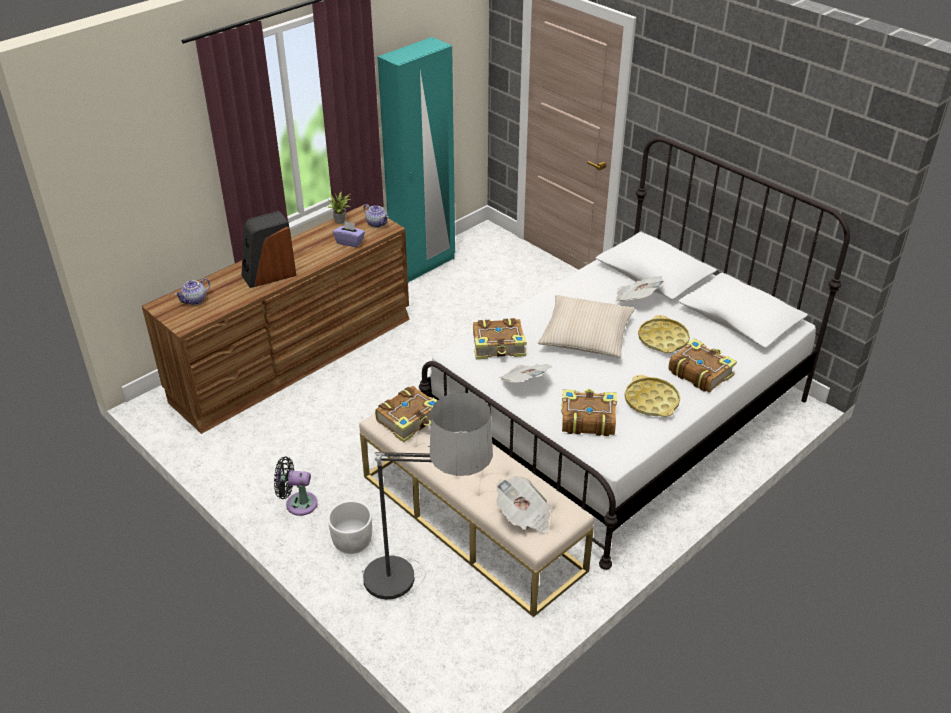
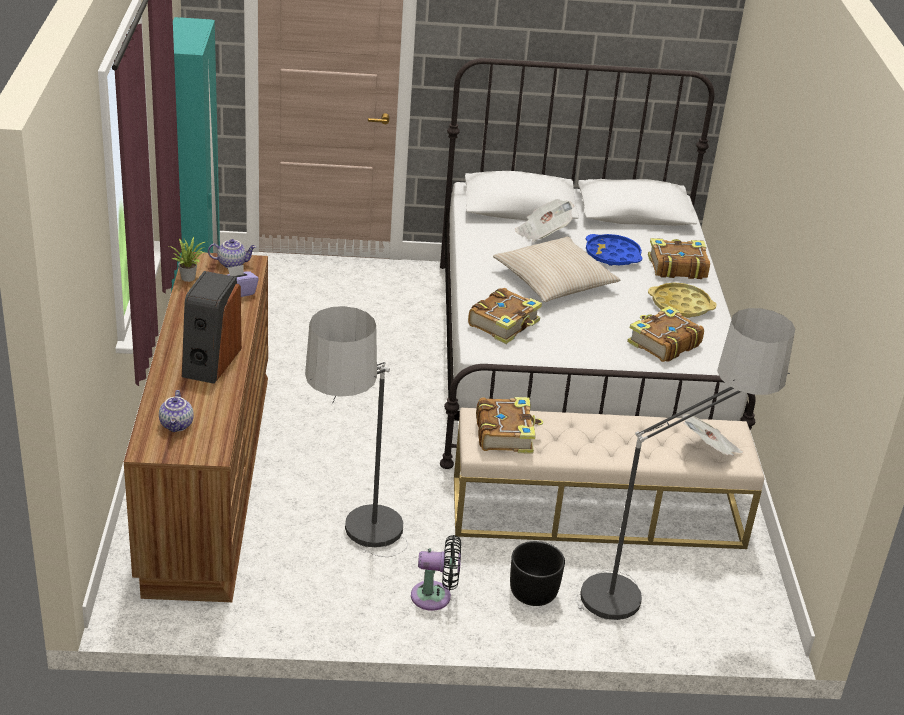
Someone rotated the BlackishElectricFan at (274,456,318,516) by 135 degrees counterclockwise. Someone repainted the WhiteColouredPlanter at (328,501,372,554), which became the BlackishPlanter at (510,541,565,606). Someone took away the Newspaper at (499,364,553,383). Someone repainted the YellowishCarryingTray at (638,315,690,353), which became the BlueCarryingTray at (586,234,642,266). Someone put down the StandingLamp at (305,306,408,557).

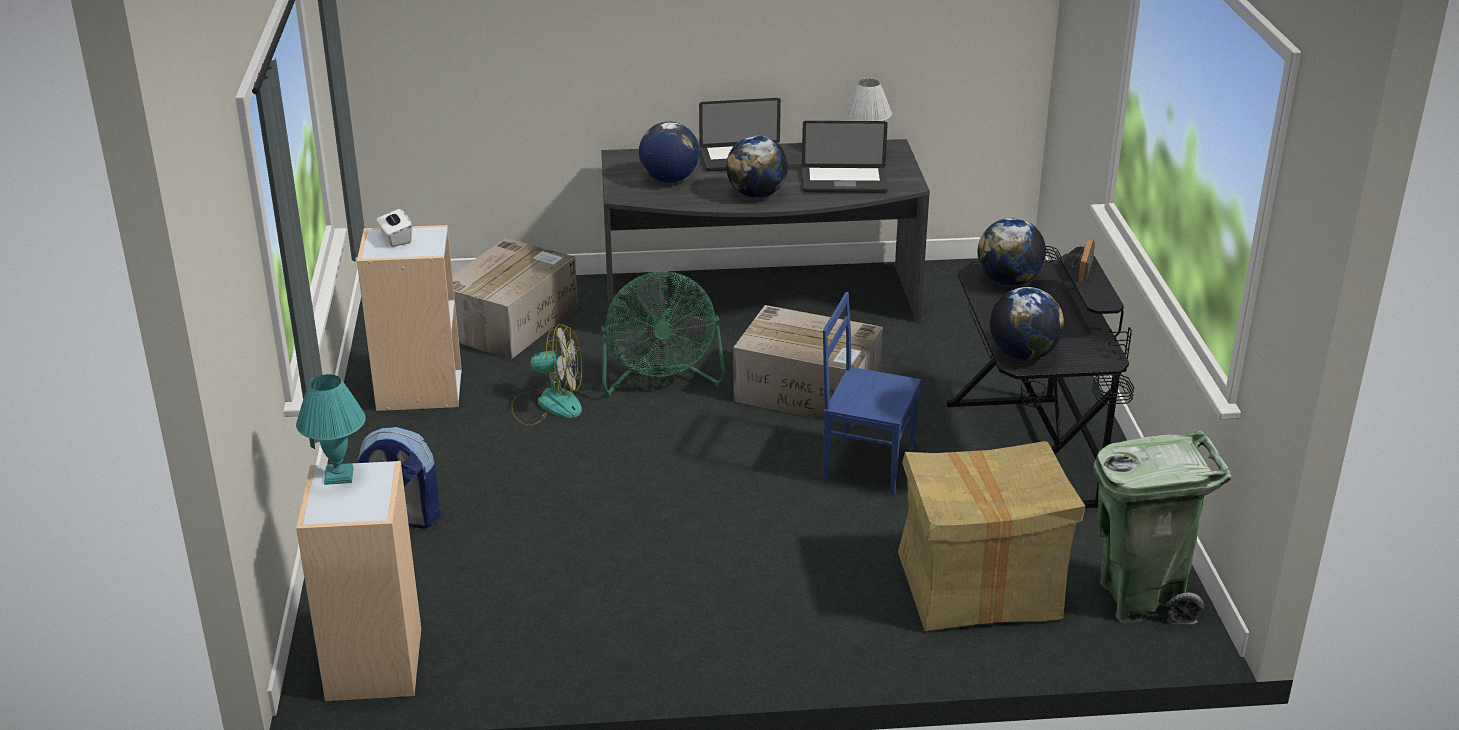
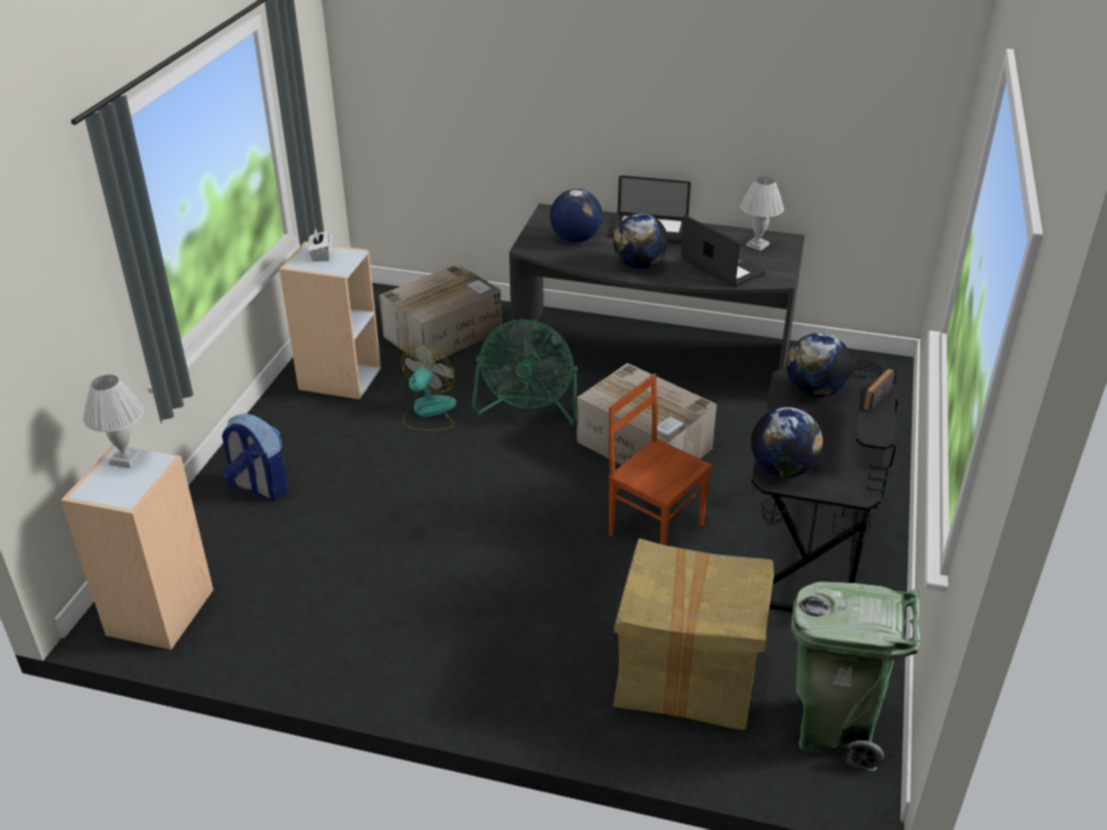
Someone repainted the TurquoiseLampForATable at (296,374,366,485), which became the WhiteColouredLampForATable at (83,375,144,468). Someone rotated the ElectricFan at (511,324,582,426) by 90 degrees counterclockwise. Someone rotated the NotebookComputer at (802,121,888,193) by 150 degrees counterclockwise. Someone repainted the BlueUprightChair at (823,292,921,496), which became the BrownishUprightChair at (609,373,712,545).

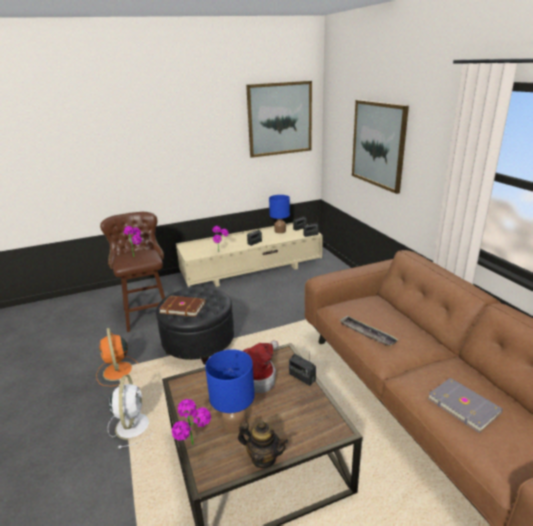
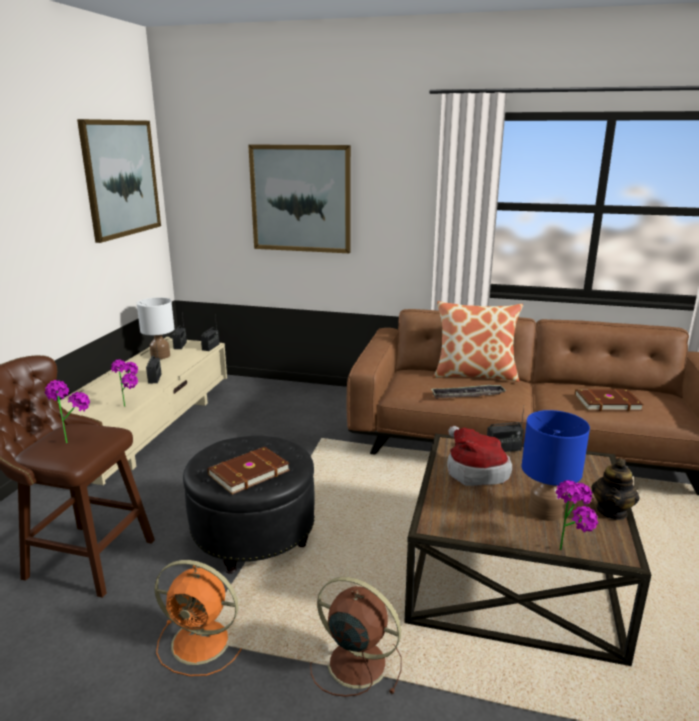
Someone repainted the WhiteColouredElectricFan at (108,375,153,448), which became the BrownishElectricFan at (310,577,402,697). Someone rotated the PotForTea at (238,421,288,468) by 150 degrees clockwise. Someone repainted the BlueLampForATable at (269,195,290,233), which became the WhiteColouredLampForATable at (137,297,174,359). Someone repainted the GreyishVolume at (428,378,503,433), which became the BrownishVolume at (575,389,644,411). Someone put down the ThrowPillow at (433,301,523,382).

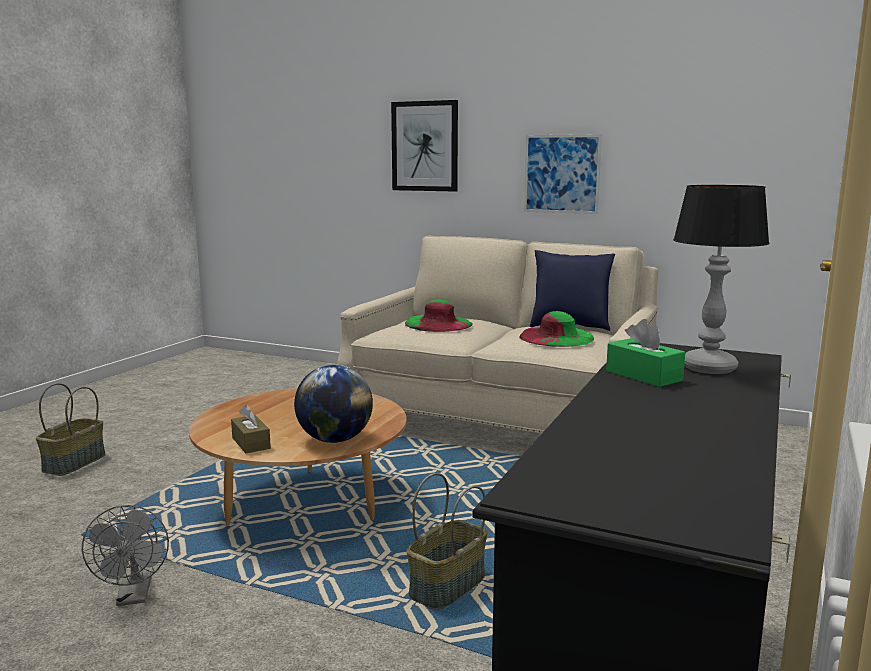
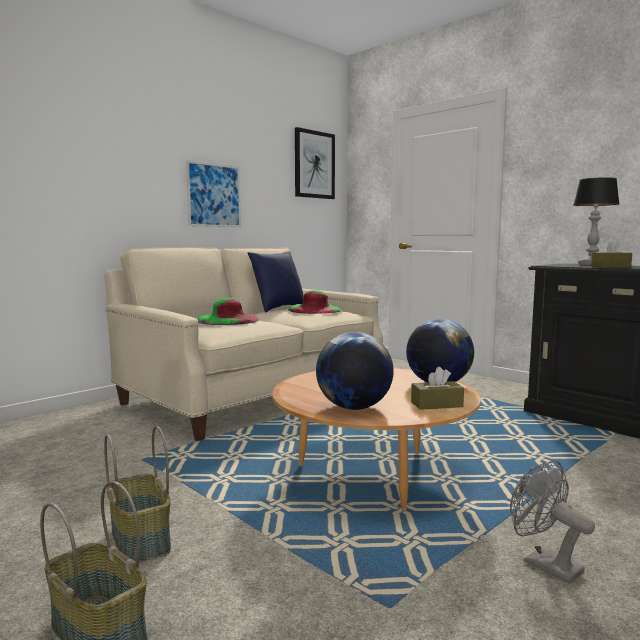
Someone rotated the GreyishElectricFan at (82,505,169,606) by 135 degrees counterclockwise. Someone carried the WallArt from (391,100,458,192) to (295,127,335,199). Someone carried the HouseholdBasket from (407,473,487,610) to (104,426,171,563). Someone repainted the GreenColouredTissueBox at (606,319,685,387), which became the BrownishTissueBox at (591,239,632,268). Someone put down the DeskGlobe at (316,332,394,410).

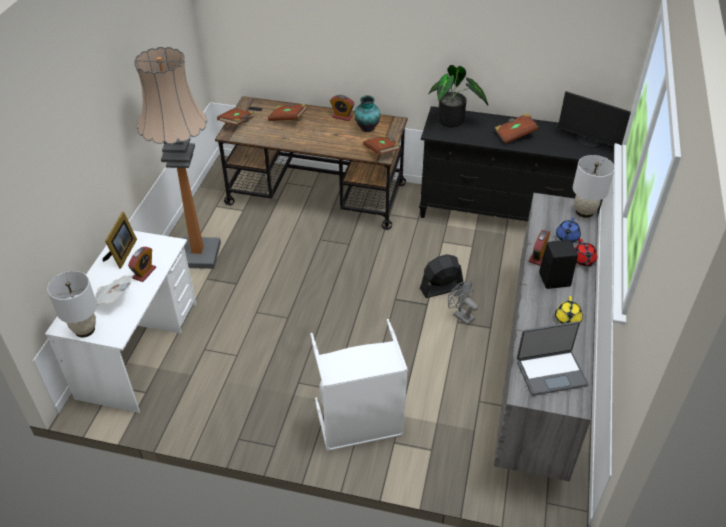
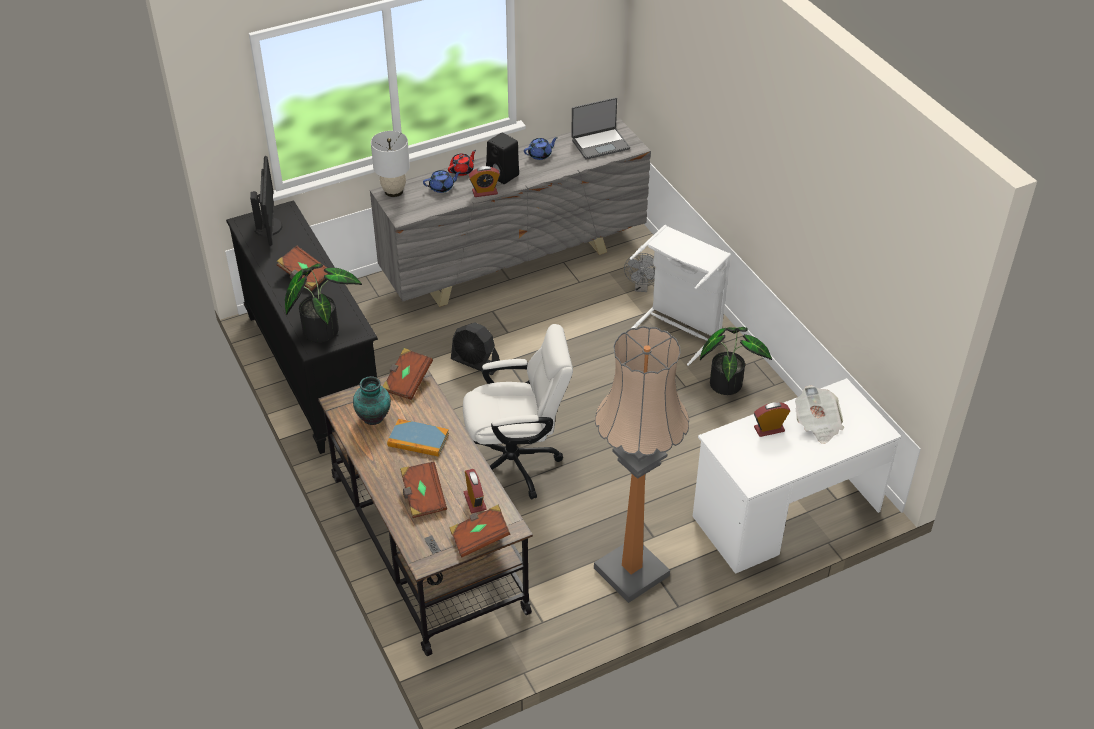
Someone took away the WhiteColouredLampForATable at (47,271,97,337). Someone took away the PictureFrame at (103,212,137,269). Someone carried the TableClock from (330,95,354,121) to (464,469,487,513). Someone carried the GreyishElectricFan from (448,281,478,325) to (624,253,655,292). Someone rotated the NotebookComputer at (517,321,589,396) by 120 degrees clockwise. Someone repainted the YellowishPotForTea at (555,296,583,324), which became the BluePotForTea at (524,137,558,160). Someone put down the Volume at (387,419,449,457). Someone put down the WhiteColouredComputerChair at (463,324,573,500). Someone put down the PottedPlant at (700,327,772,395).

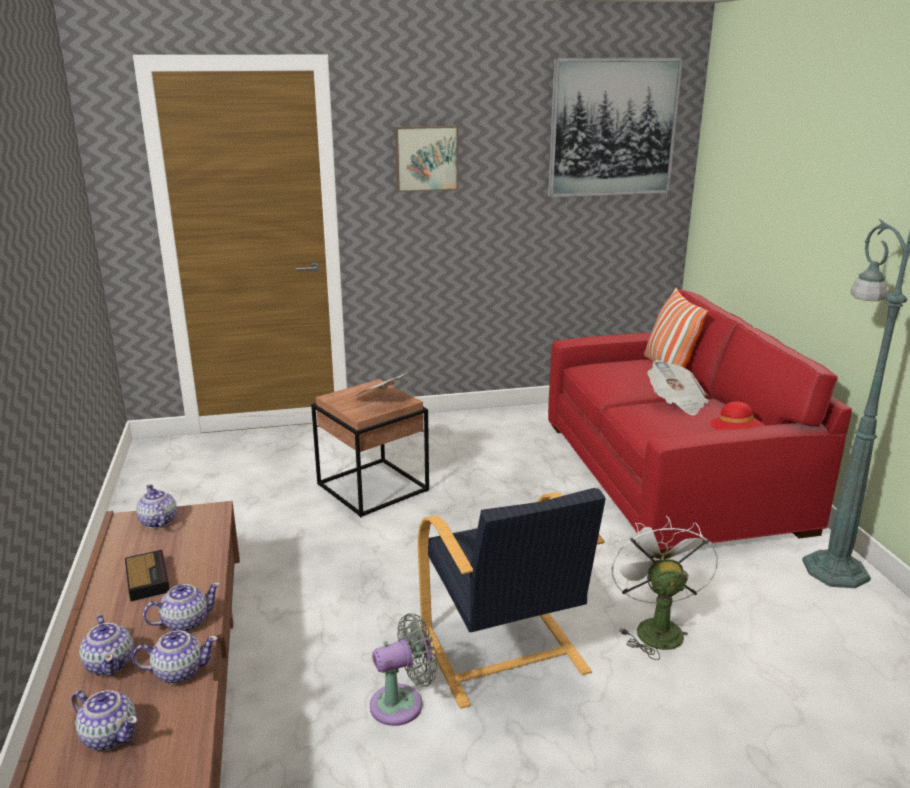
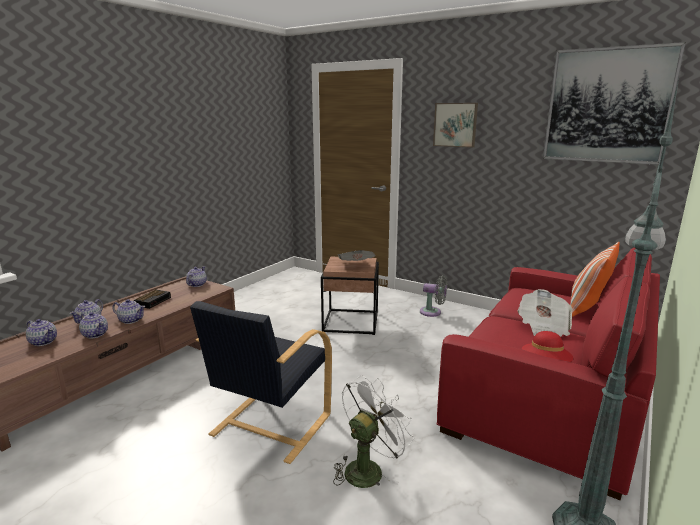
Someone rotated the PotForTea at (71,690,137,750) by 45 degrees counterclockwise. Someone carried the GreyishElectricFan from (370,613,437,726) to (420,276,447,317).

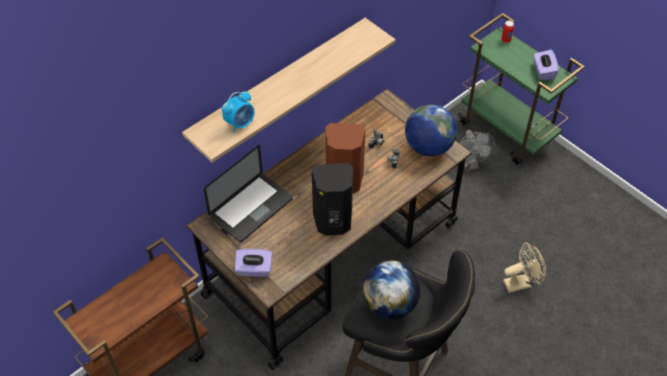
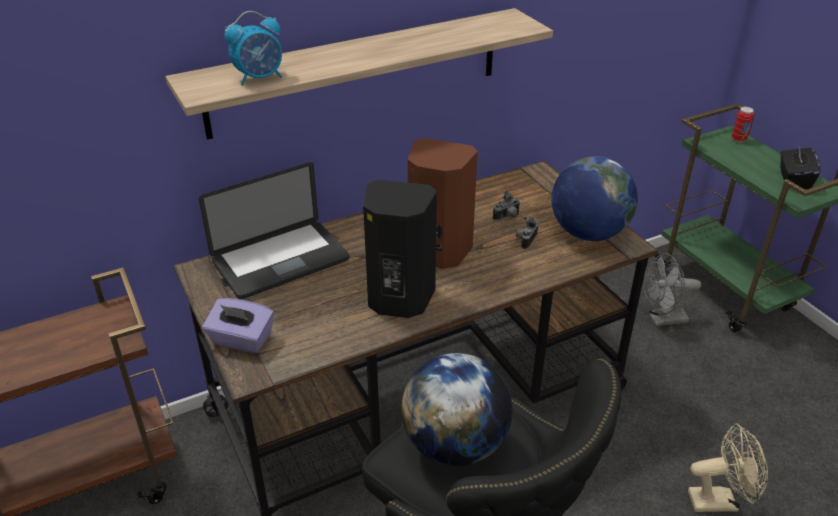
Someone rotated the GreyishElectricFan at (459,130,495,170) by 75 degrees clockwise. Someone repainted the PurpleColouredTissueBox at (534,50,559,80), which became the BlackishTissueBox at (780,144,820,189).

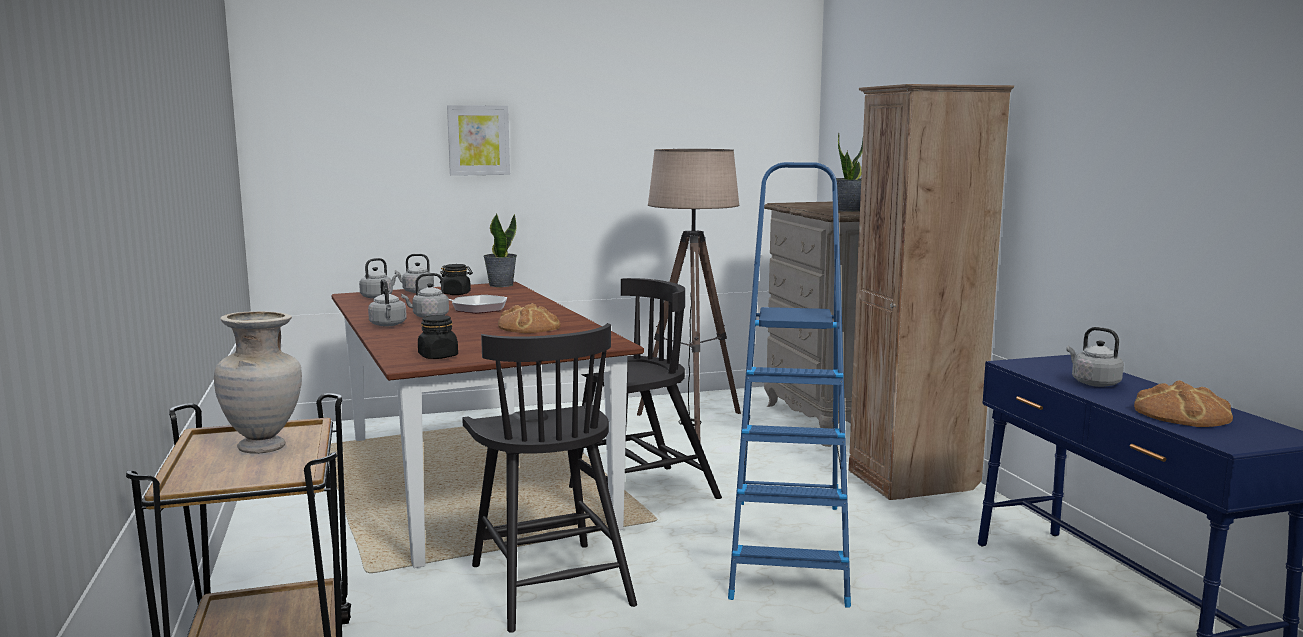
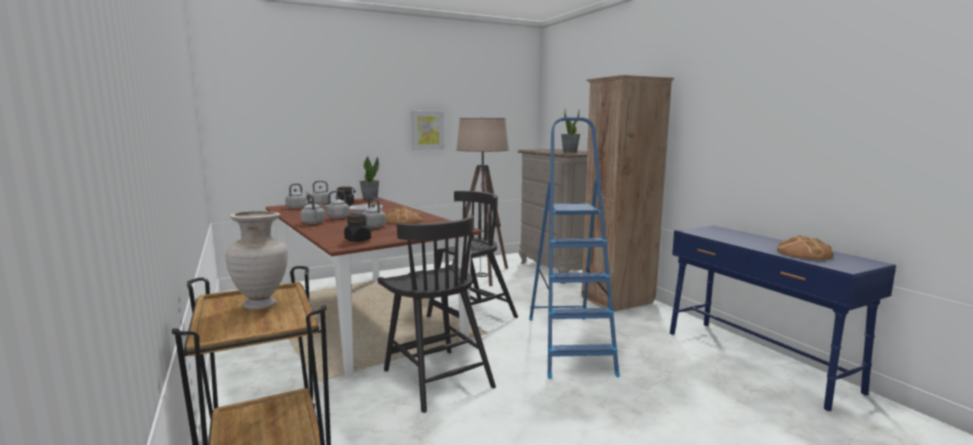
Someone carried the WallArt from (447,105,510,176) to (411,111,444,150). Someone carried the GreyishKettle from (1066,327,1124,387) to (362,197,386,228).

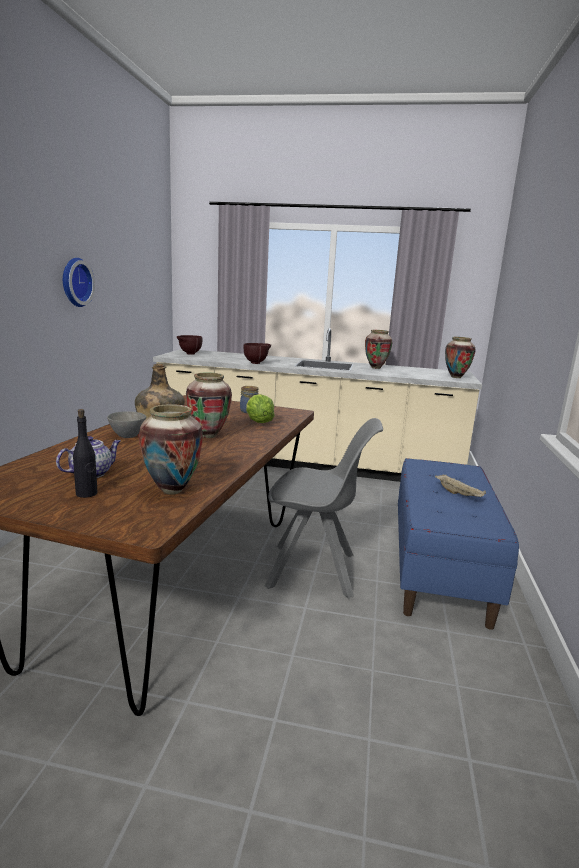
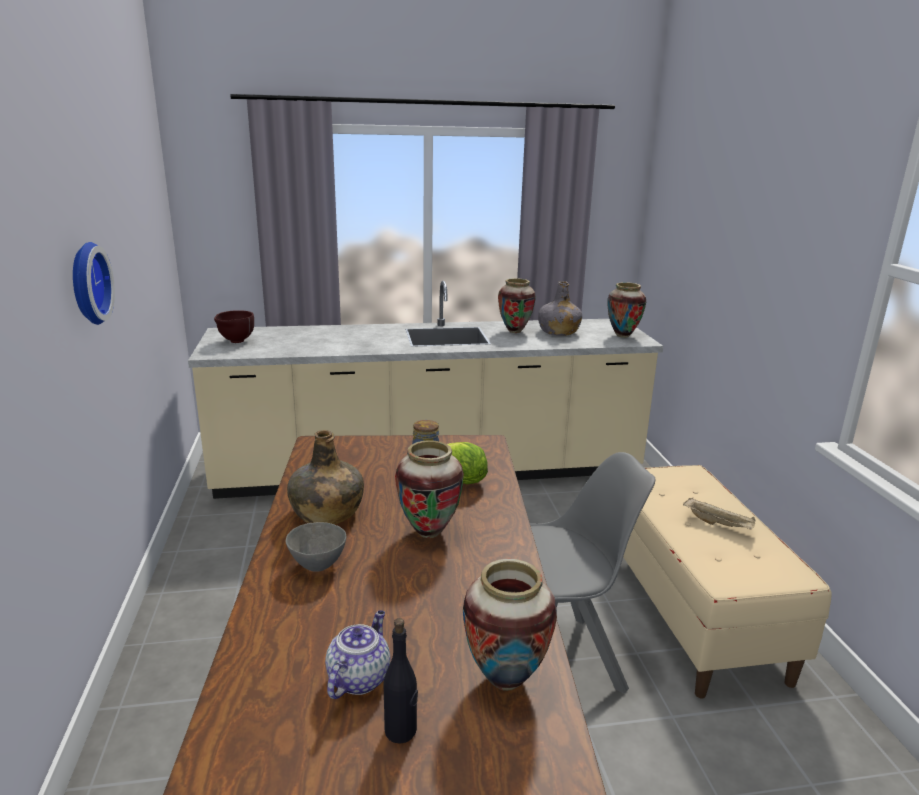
Someone took away the BrownishServingBowl at (244,343,271,364). Someone repainted the BlueLongSeat at (398,458,519,630), which became the BeigeColouredLongSeat at (623,465,832,698). Someone put down the GreyishBeverageBottle at (538,281,582,336).

